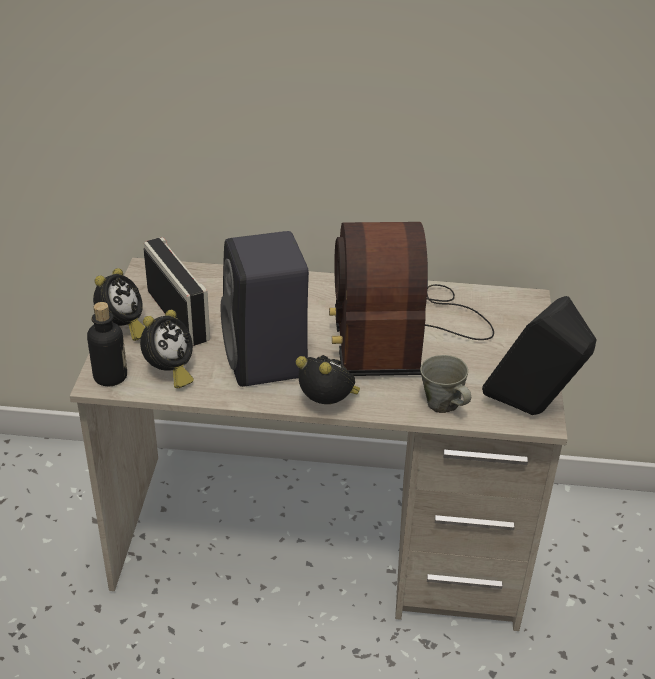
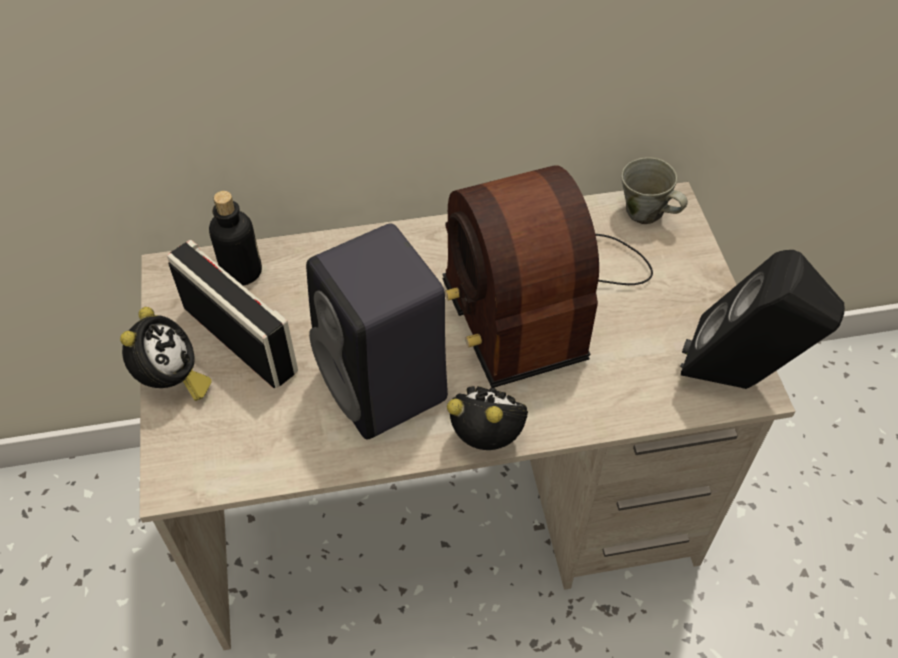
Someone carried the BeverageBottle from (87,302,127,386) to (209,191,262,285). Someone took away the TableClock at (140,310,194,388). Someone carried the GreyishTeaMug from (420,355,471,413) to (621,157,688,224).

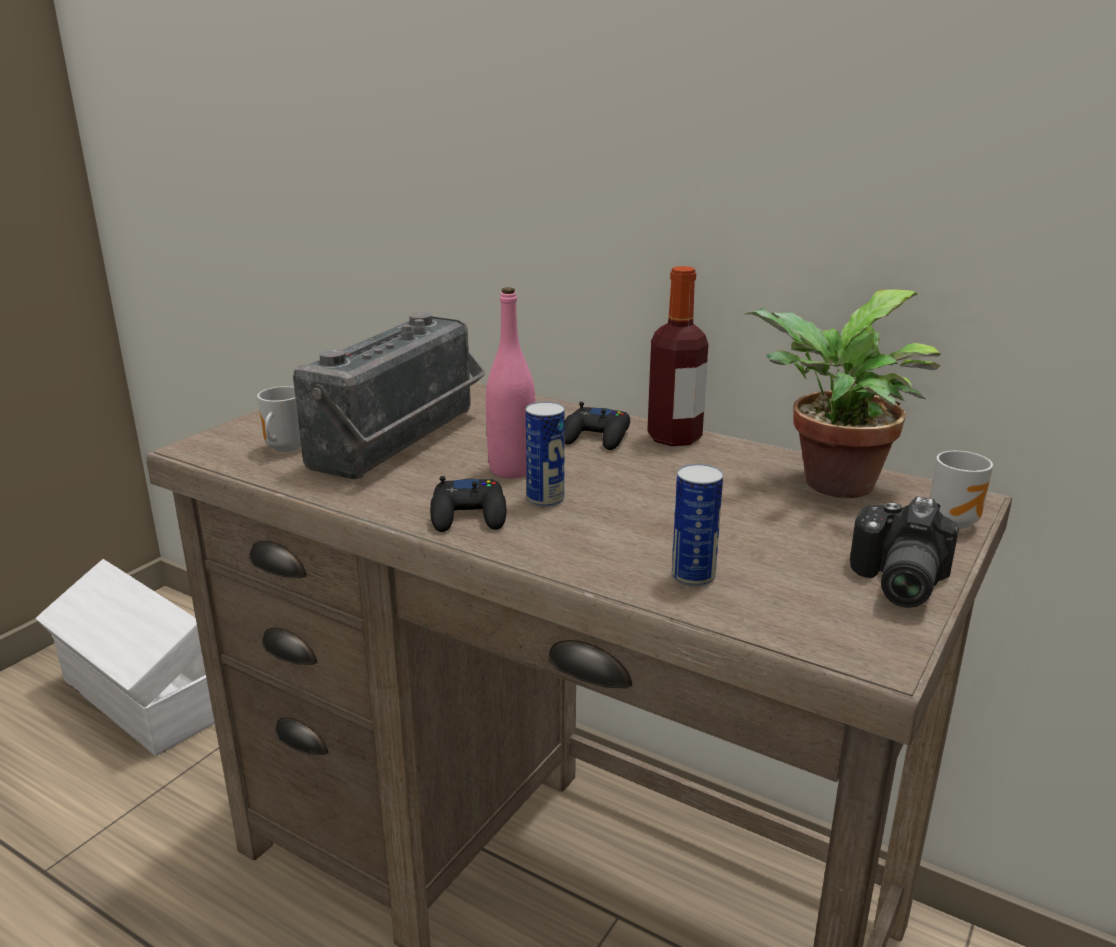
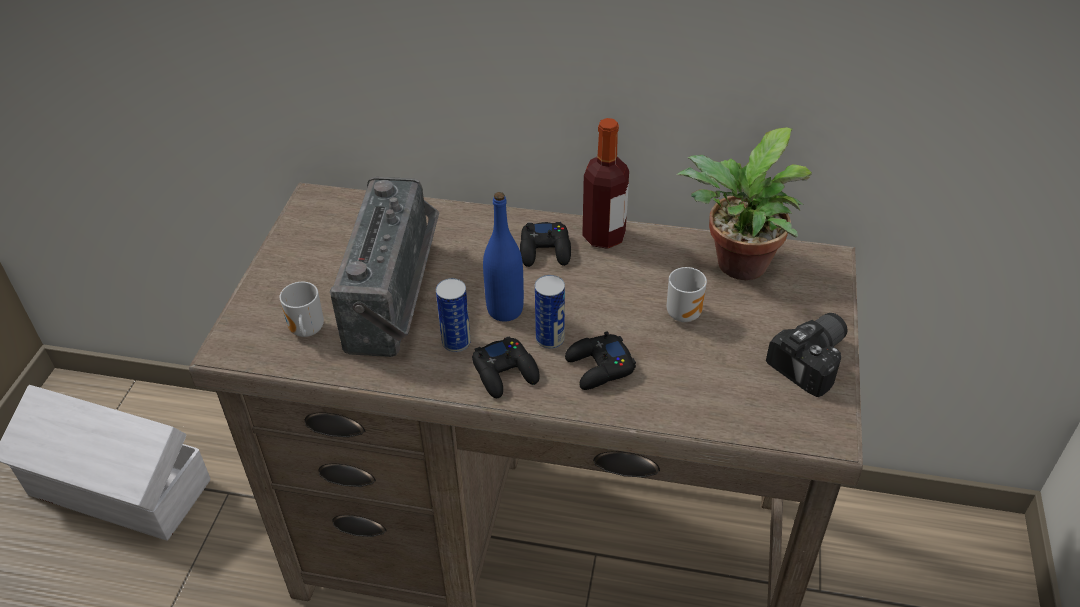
Someone repainted the PinkBeverageBottle at (486,287,535,478), which became the BlueBeverageBottle at (483,192,524,322). Someone carried the MetalCan from (672,464,723,587) to (436,278,471,352). Someone rotated the StillCamera at (850,496,959,608) by 135 degrees counterclockwise. Someone carried the TeaMug from (930,451,993,529) to (667,267,707,322). Someone put down the BlackishGamepad at (565,331,636,390).

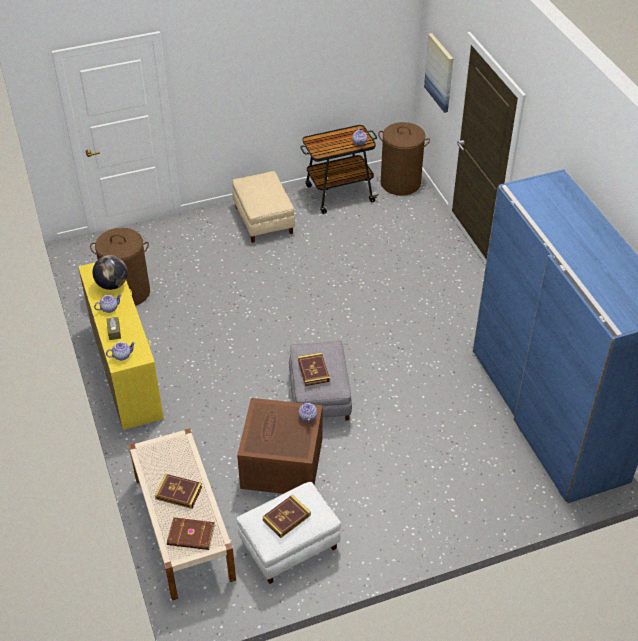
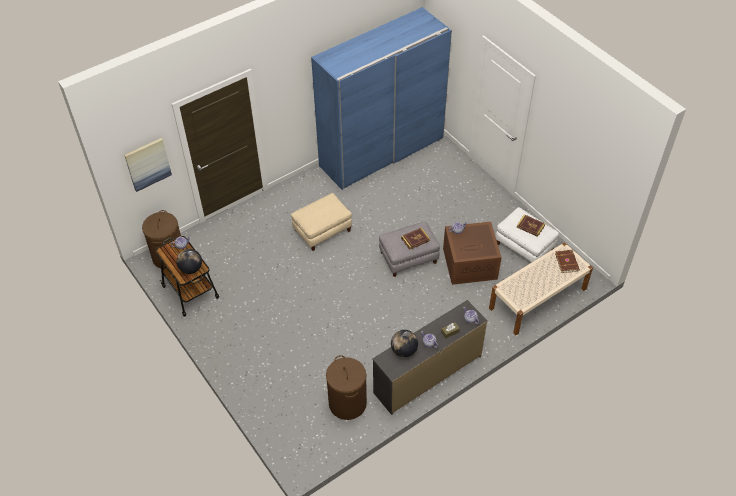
Someone repainted the YellowishDrawerChest at (78,262,164,430), which became the BlackishDrawerChest at (372,300,488,415). Someone took away the Volume at (155,474,202,509). Someone carried the BeigeColouredPouffe from (233,171,295,243) to (291,193,352,251). Someone put down the DeskGlobe at (176,249,202,274).

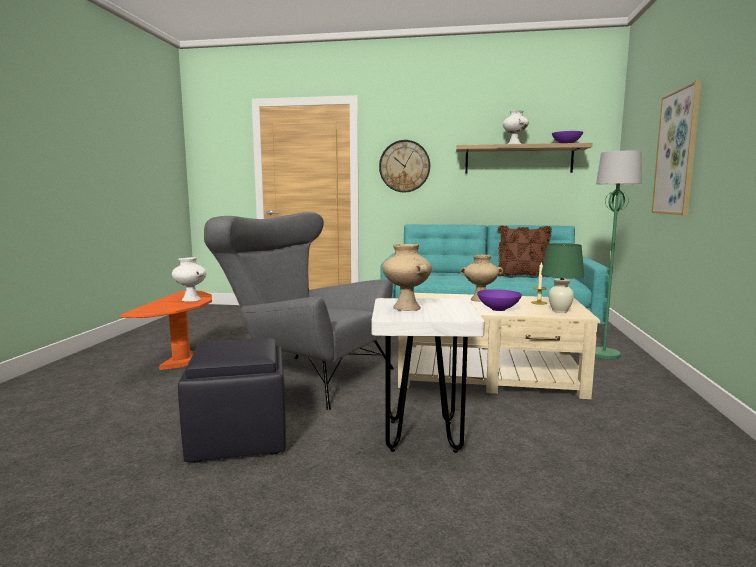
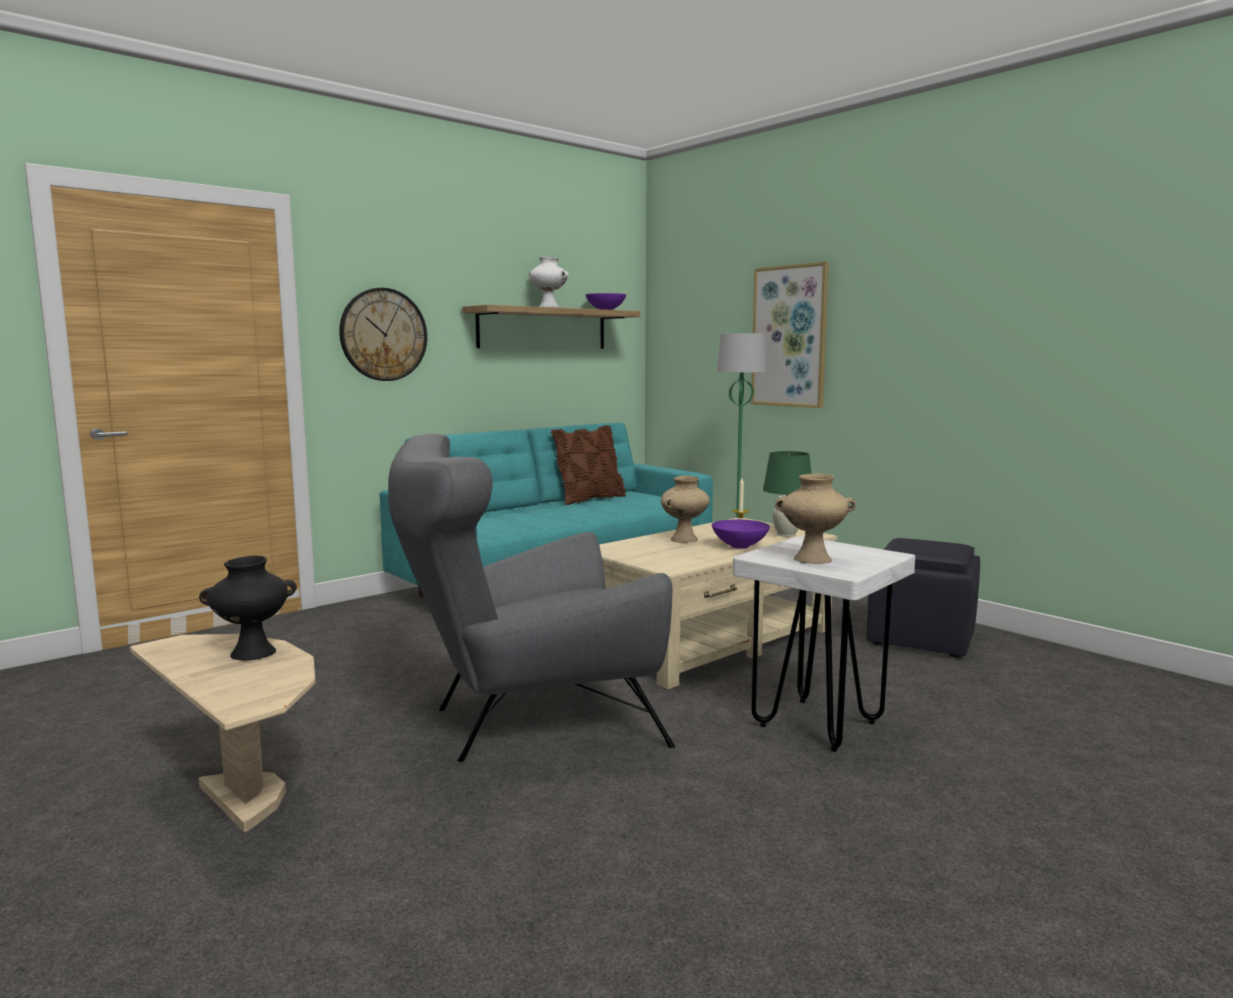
Someone repainted the OrangeSideTable at (121,290,212,370), which became the BeigeColouredSideTable at (130,634,316,832). Someone repainted the WhiteColouredDecorativeVase at (172,257,207,302), which became the BlackishDecorativeVase at (199,556,297,660). Someone carried the BlackishPouffe from (178,338,286,463) to (866,538,980,657).

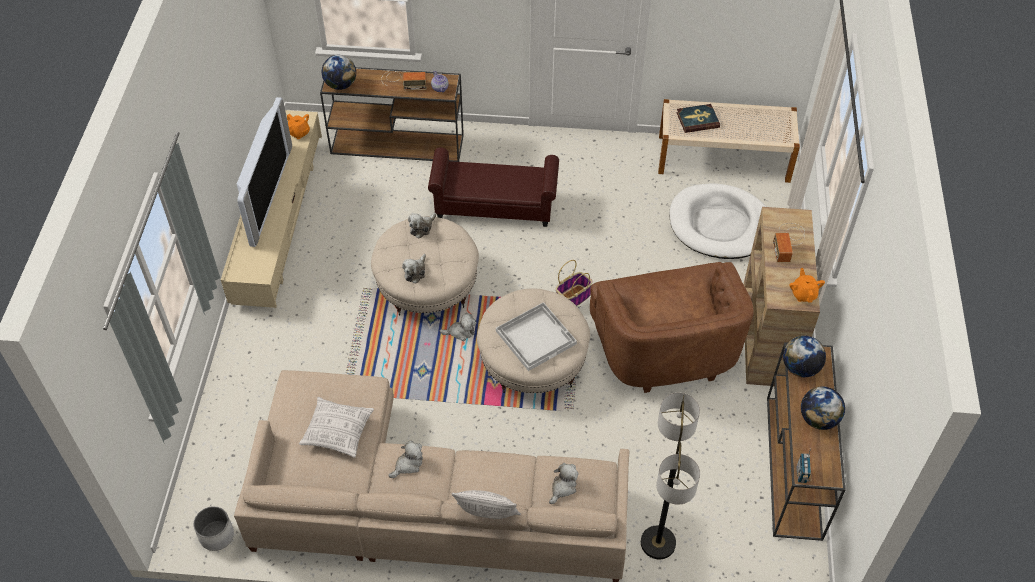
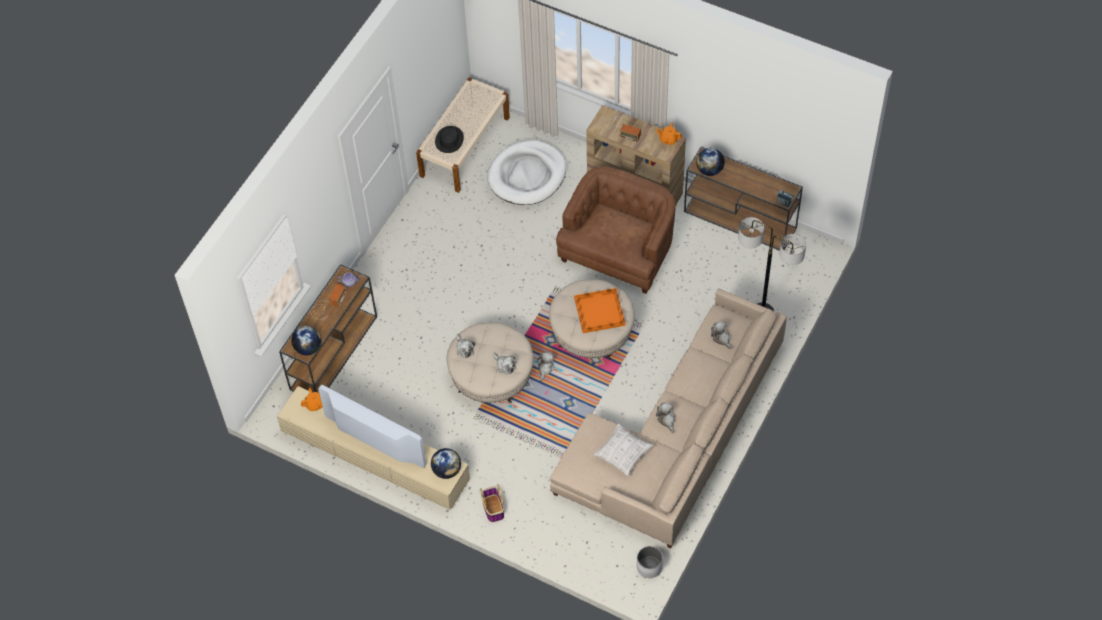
Someone took away the BrownishPouffe at (428,147,559,227). Someone took away the ThrowPillow at (451,490,521,519). Someone repainted the WhiteColouredCarryingTray at (496,302,577,371), which became the OrangeCarryingTray at (574,288,626,333). Someone carried the HouseholdBasket from (556,260,593,306) to (480,484,504,522). Someone rotated the BrownishEasyChair at (590,262,754,393) by 75 degrees counterclockwise. Someone swapped the Volume at (676,104,720,133) for the BlackishClothingHat at (435,126,464,153). Someone carried the DeskGlobe from (801,386,845,430) to (431,448,461,479).

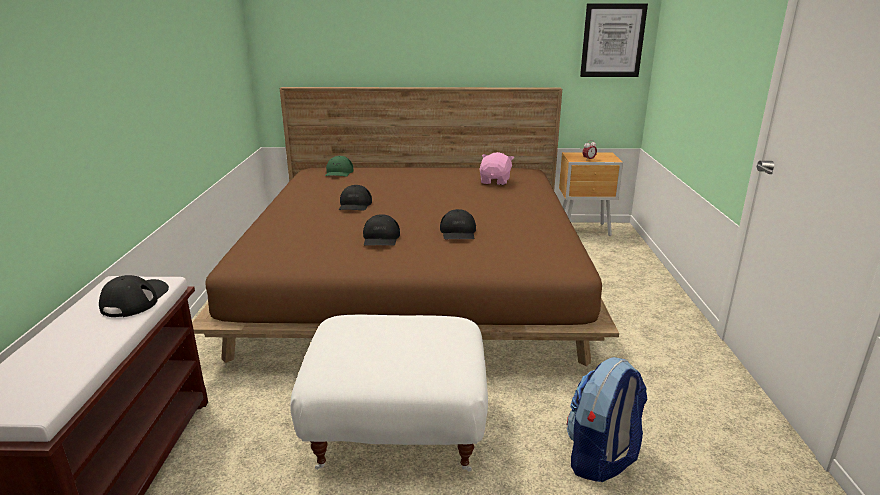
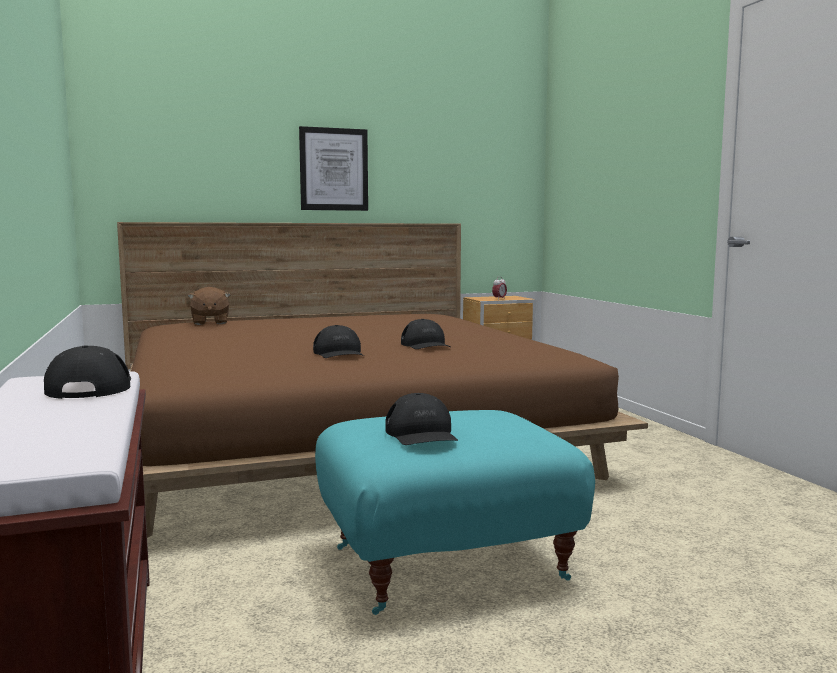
Someone repainted the WhiteColouredPouffe at (290,315,488,472), which became the TurquoisePouffe at (315,410,595,615). Someone swapped the GreenColouredPeakedCap at (325,156,354,176) for the BrownishSoftToy at (187,287,231,325). Someone carried the BlackishPeakedCap from (339,185,372,211) to (385,393,458,445). Someone took away the PinkSoftToy at (479,152,514,185). Someone took away the Knapsack at (567,357,647,482). Someone carried the WallArt from (580,4,648,77) to (299,126,368,211).

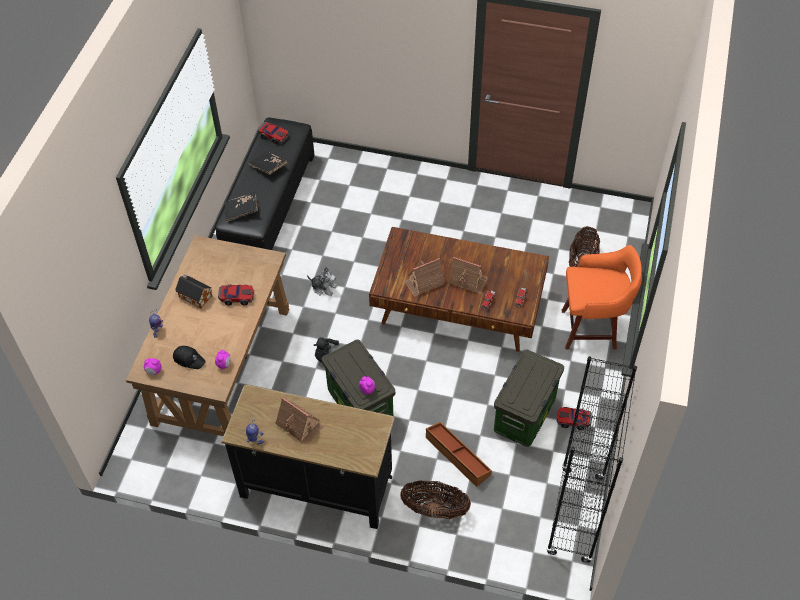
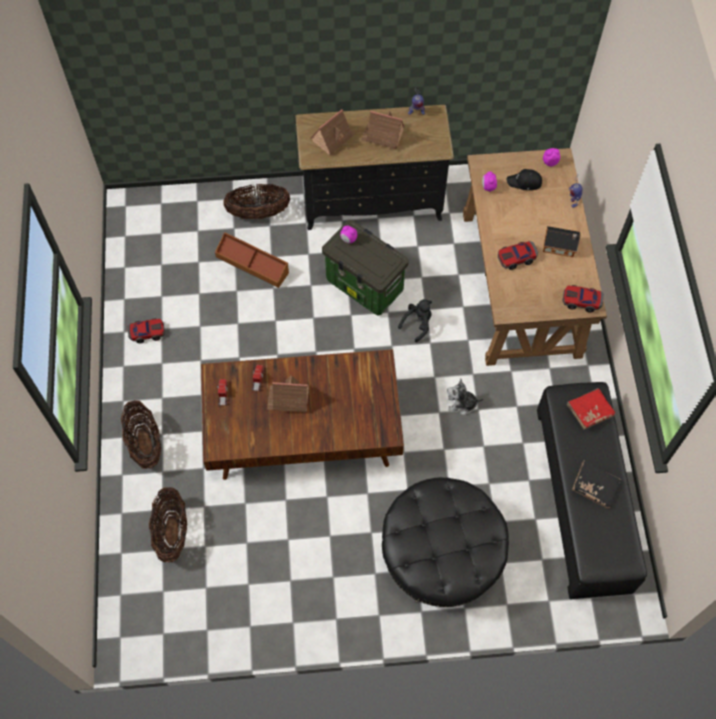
Someone repainted the BlackishVolume at (224,192,258,222), which became the ReddishVolume at (567,388,615,430). Someone carried the ToyCar from (258,122,289,144) to (563,285,604,313). Someone carried the MiniatureHouse from (404,258,445,297) to (310,109,356,155). Someone took away the StorageBox at (494,349,564,447). Someone took away the BlackishBookshelf at (546,357,637,563). Someone swapped the OrangeSittingStool at (562,245,642,350) for the HouseholdBasket at (121,400,161,469). Someone put down the BlackishPouffe at (382,477,509,607).

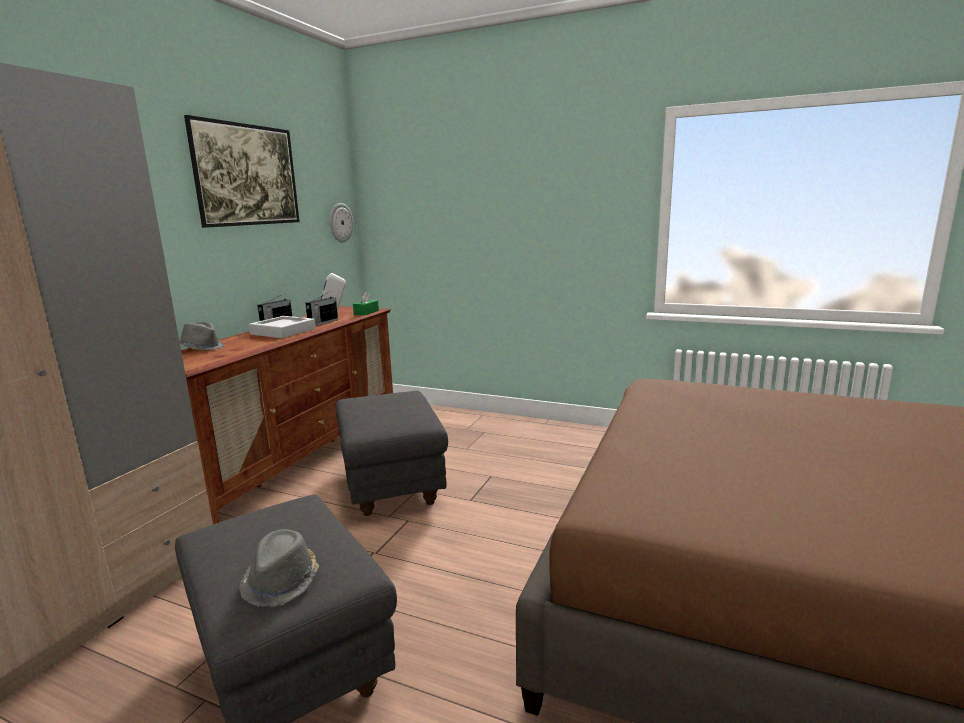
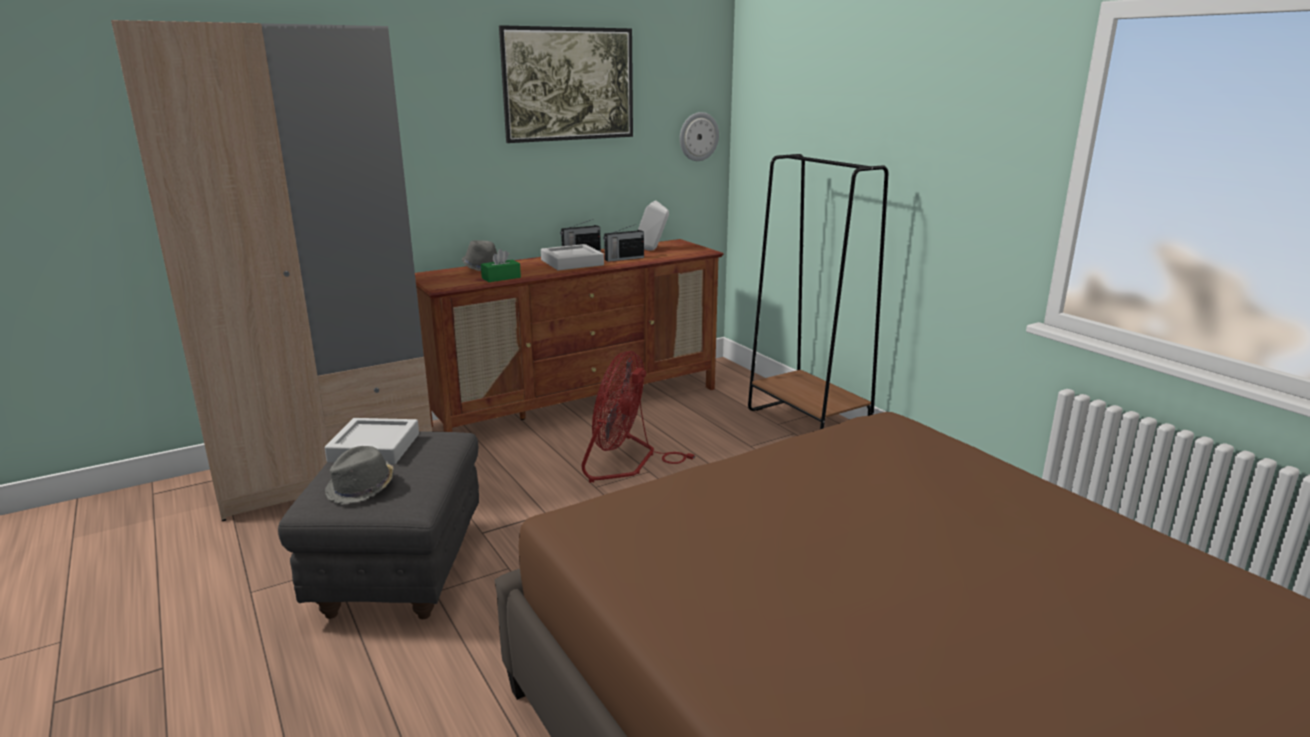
Someone swapped the GreyishPouffe at (335,391,448,516) for the ReddishElectricFan at (582,351,696,483). Someone carried the GreenColouredTissueBox from (353,291,379,315) to (481,249,521,282). Someone put down the GreyishCarryingTray at (325,418,419,464). Someone put down the GarmentRack at (748,154,888,429).

